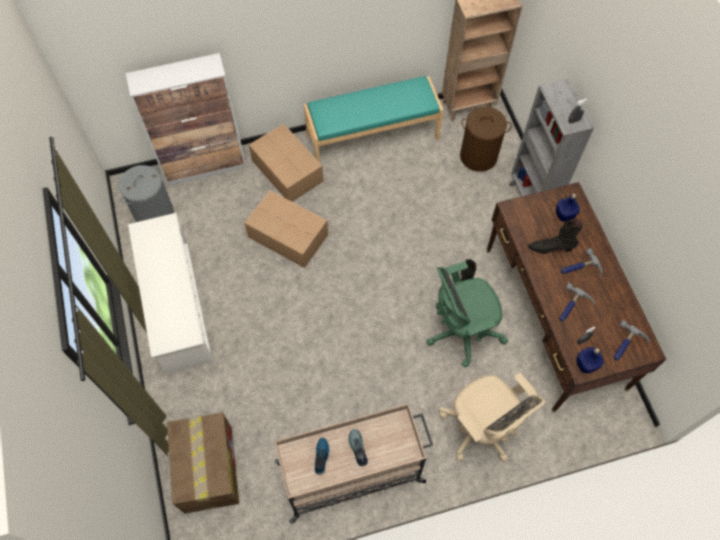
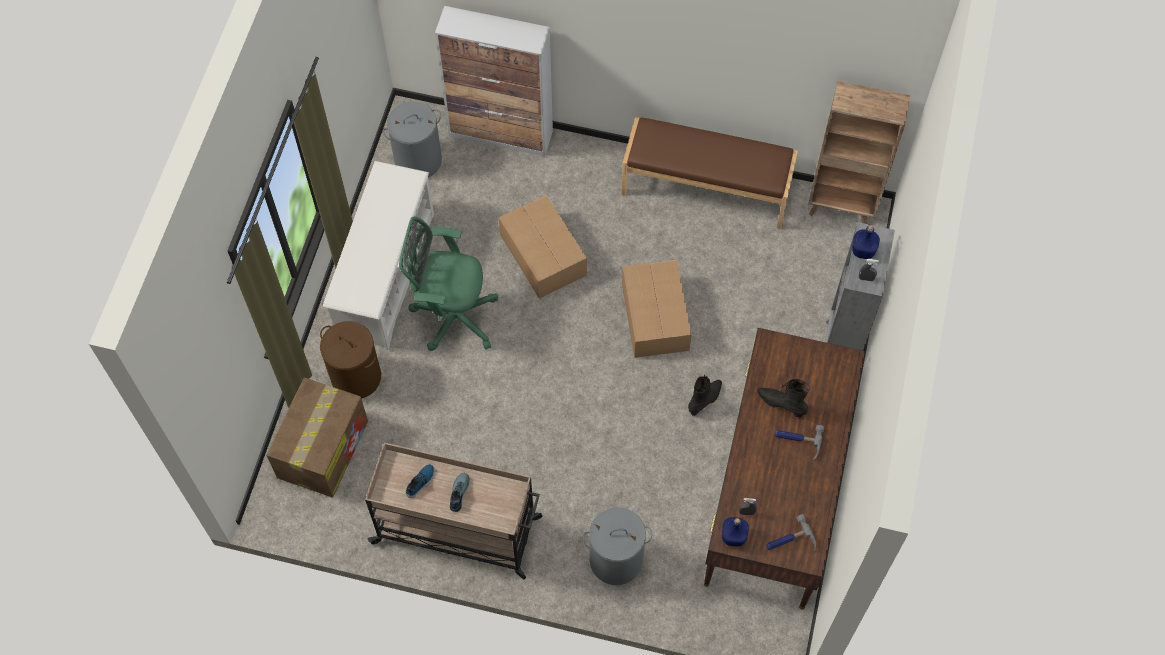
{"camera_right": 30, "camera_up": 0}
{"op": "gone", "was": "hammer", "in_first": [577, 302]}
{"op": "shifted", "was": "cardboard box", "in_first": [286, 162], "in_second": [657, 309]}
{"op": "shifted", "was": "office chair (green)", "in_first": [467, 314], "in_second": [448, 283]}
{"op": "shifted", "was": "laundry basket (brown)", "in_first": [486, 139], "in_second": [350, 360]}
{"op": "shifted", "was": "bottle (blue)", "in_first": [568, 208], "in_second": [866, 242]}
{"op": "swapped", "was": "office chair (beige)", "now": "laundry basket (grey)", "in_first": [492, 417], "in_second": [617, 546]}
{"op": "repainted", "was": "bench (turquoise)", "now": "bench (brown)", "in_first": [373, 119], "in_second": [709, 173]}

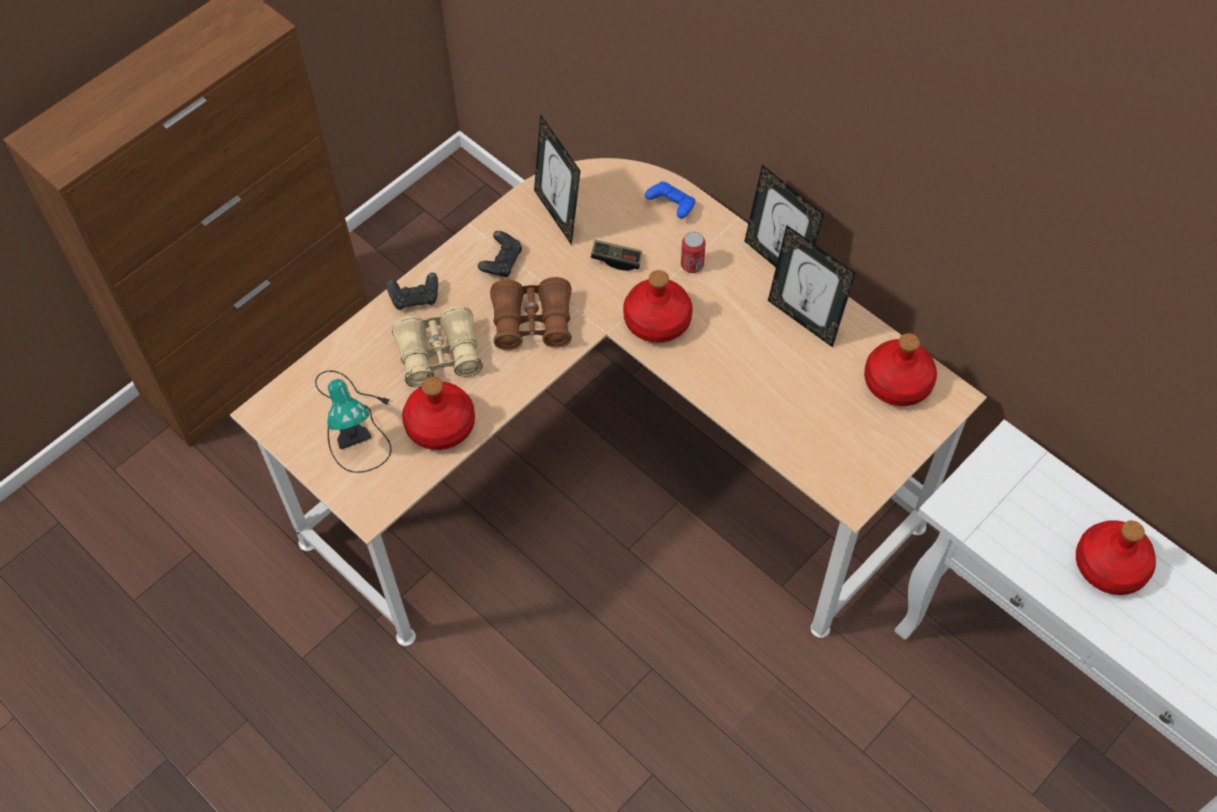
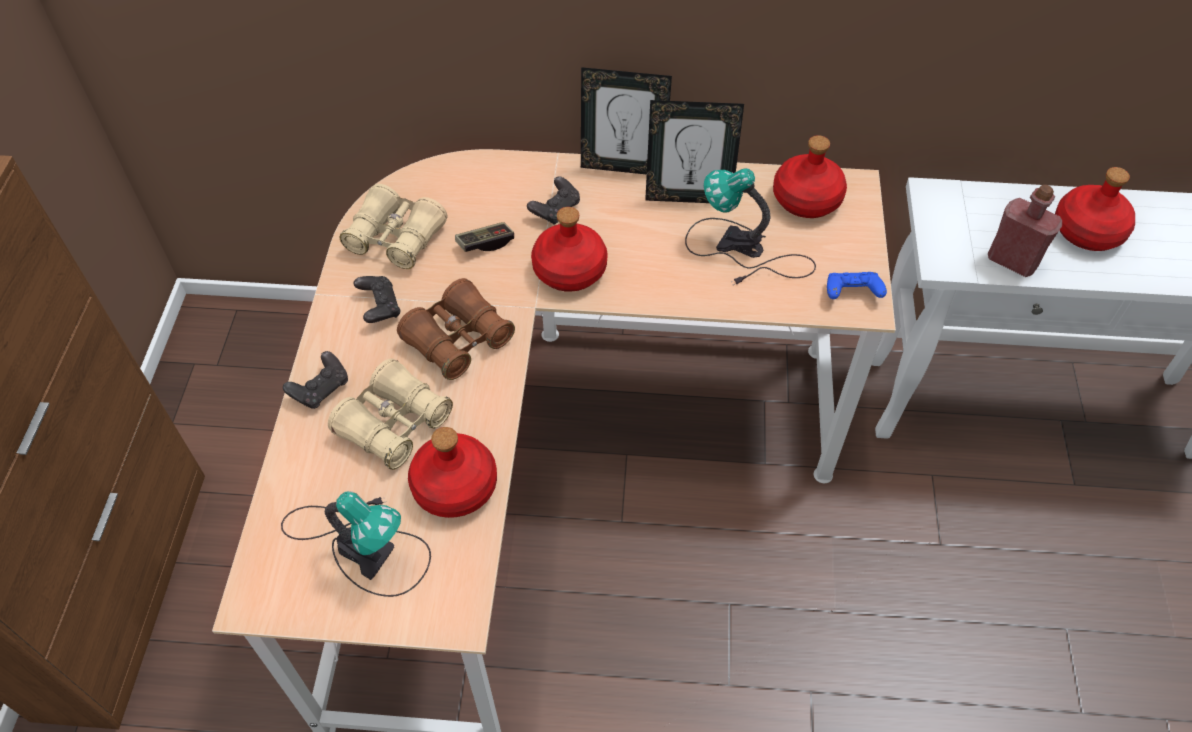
{"camera_right": -40, "camera_up": -5}
{"op": "new", "now": "table lamp", "in_second": [750, 226]}
{"op": "new", "now": "bottle (red)", "in_second": [1025, 231]}
{"op": "shifted", "was": "game controller (blue)", "in_first": [670, 200], "in_second": [857, 285]}
{"op": "swapped", "was": "picture frame", "now": "binoculars (beige)", "in_first": [557, 179], "in_second": [393, 226]}
{"op": "swapped", "was": "can", "now": "game controller (black)", "in_first": [693, 252], "in_second": [553, 200]}

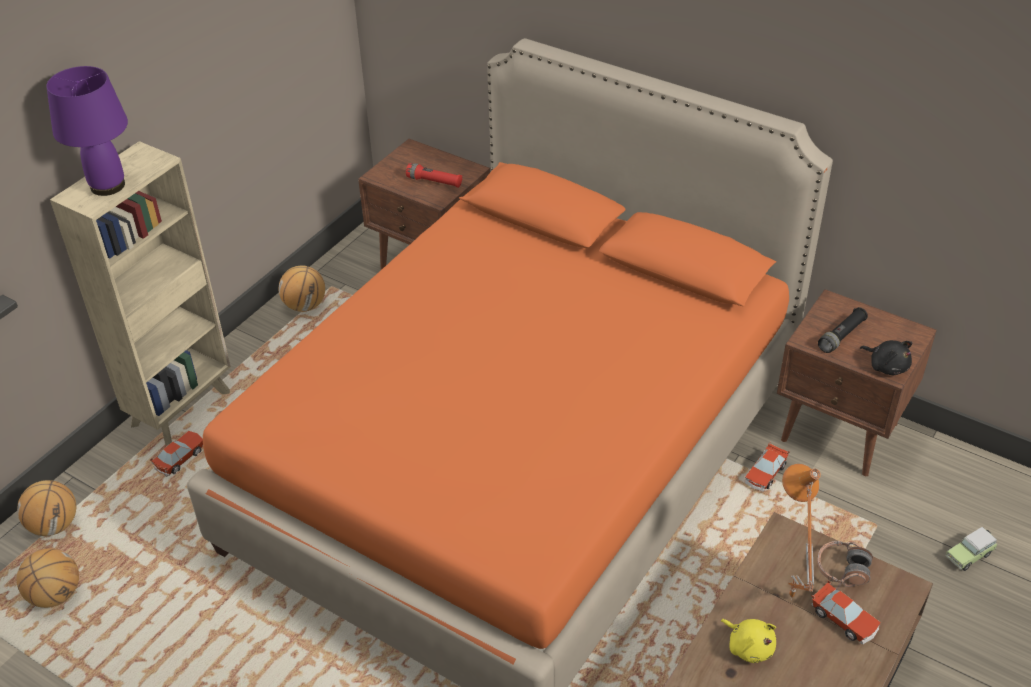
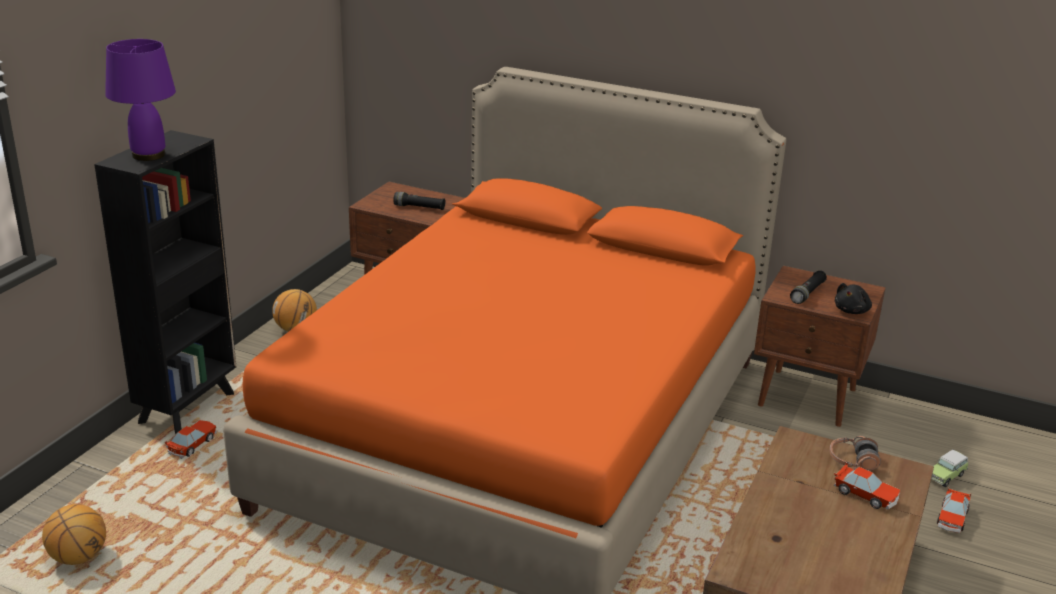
{"camera_right": -10, "camera_up": -15}
{"op": "gone", "was": "basketball", "in_first": [46, 508]}
{"op": "gone", "was": "plush toy (yellow)", "in_first": [748, 641]}
{"op": "gone", "was": "table lamp (orange)", "in_first": [801, 532]}
{"op": "shifted", "was": "toy car", "in_first": [767, 467], "in_second": [954, 510]}
{"op": "repainted", "was": "bookcase (beige)", "now": "bookcase (black)", "in_first": [140, 293], "in_second": [165, 282]}
{"op": "repainted", "was": "flashlight (red)", "now": "flashlight (black)", "in_first": [434, 175], "in_second": [419, 201]}
{"op": "rotated", "was": "plush toy (black)", "in_first": [886, 357], "in_second": [853, 298], "clockwise": 90}

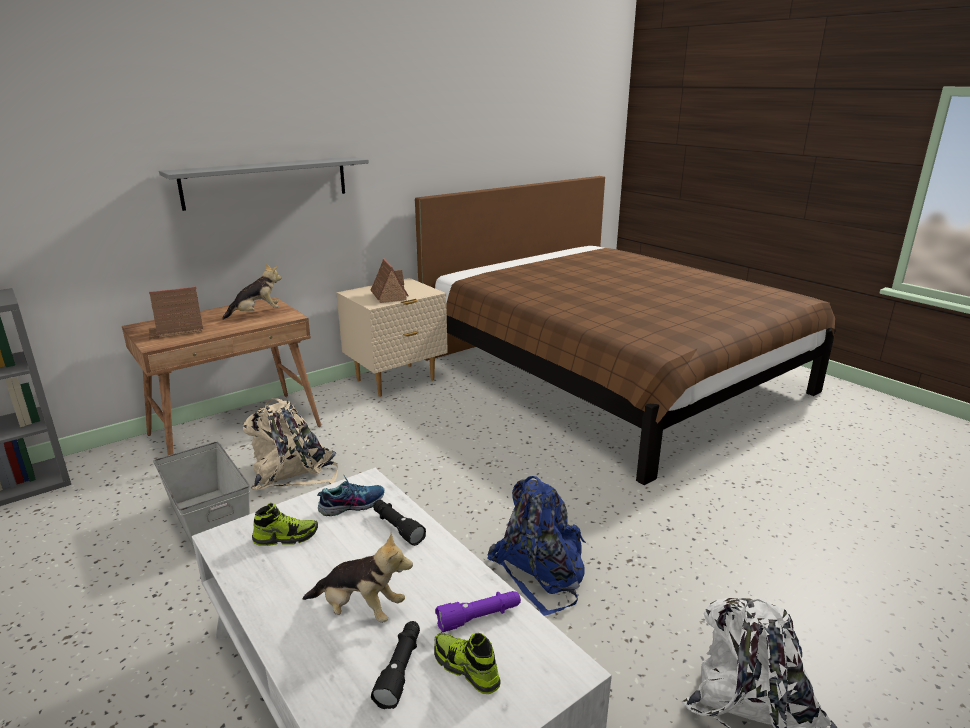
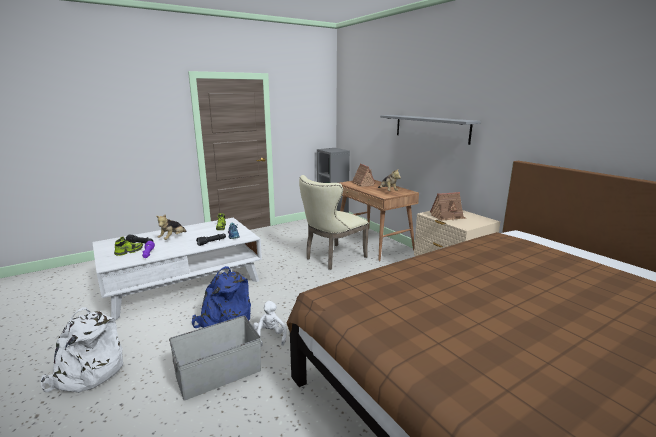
{"camera_right": 95, "camera_up": -5}
{"op": "new", "now": "plush toy (white)", "in_second": [270, 324]}
{"op": "shifted", "was": "storage box (grey)", "in_first": [201, 495], "in_second": [215, 358]}
{"op": "swapped", "was": "backpack (beige)", "now": "chair (beige)", "in_first": [290, 444], "in_second": [334, 222]}

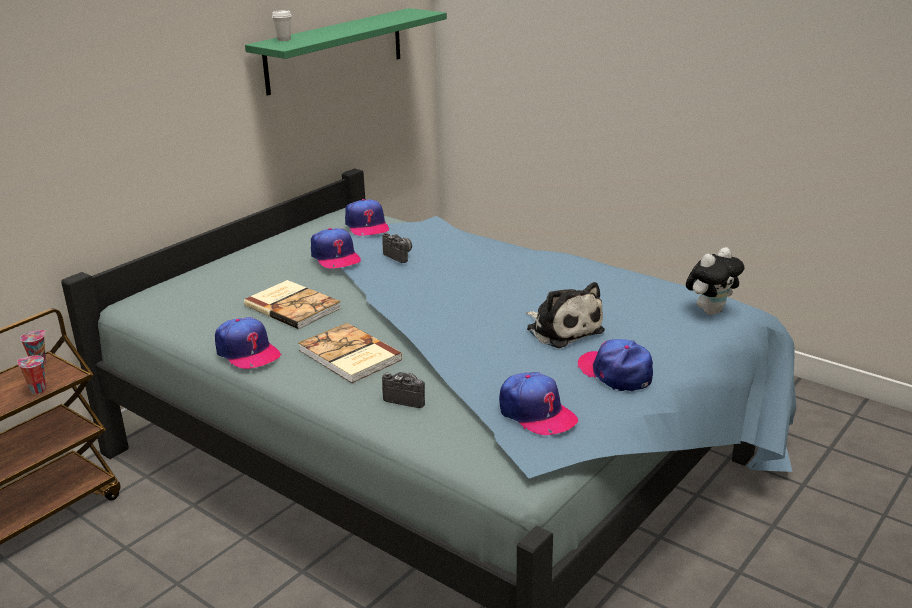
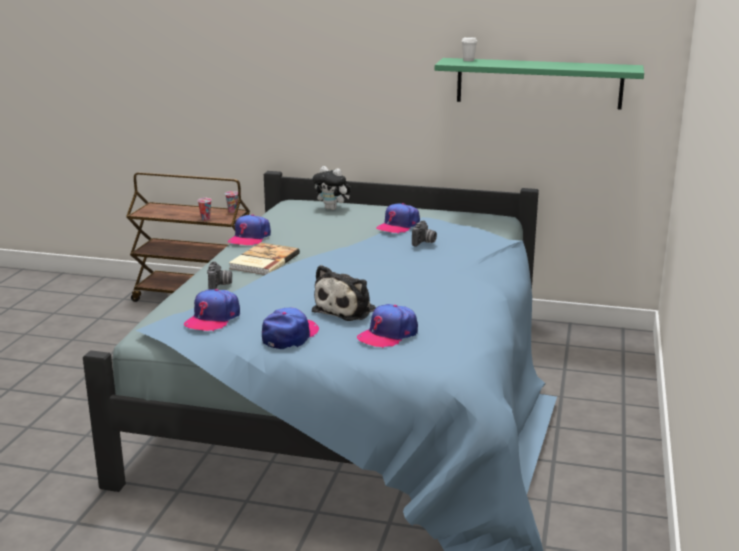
{"camera_right": 65, "camera_up": -5}
{"op": "gone", "was": "book", "in_first": [292, 304]}
{"op": "shifted", "was": "cap", "in_first": [367, 217], "in_second": [387, 326]}
{"op": "shifted", "was": "plush toy", "in_first": [715, 281], "in_second": [331, 188]}

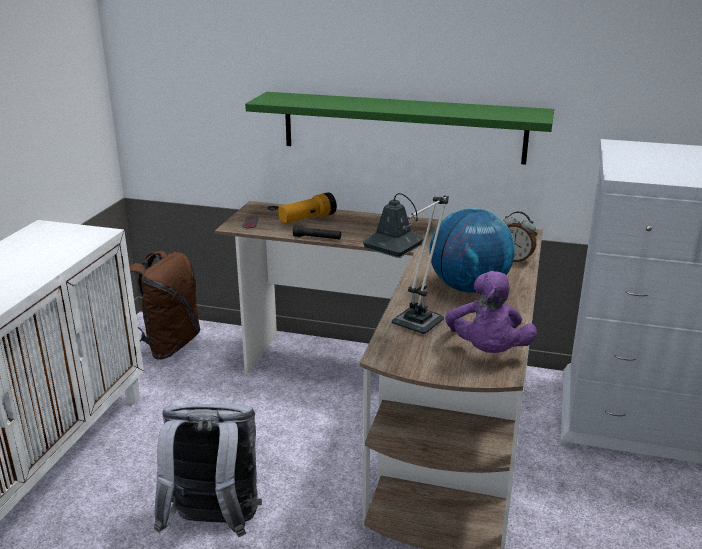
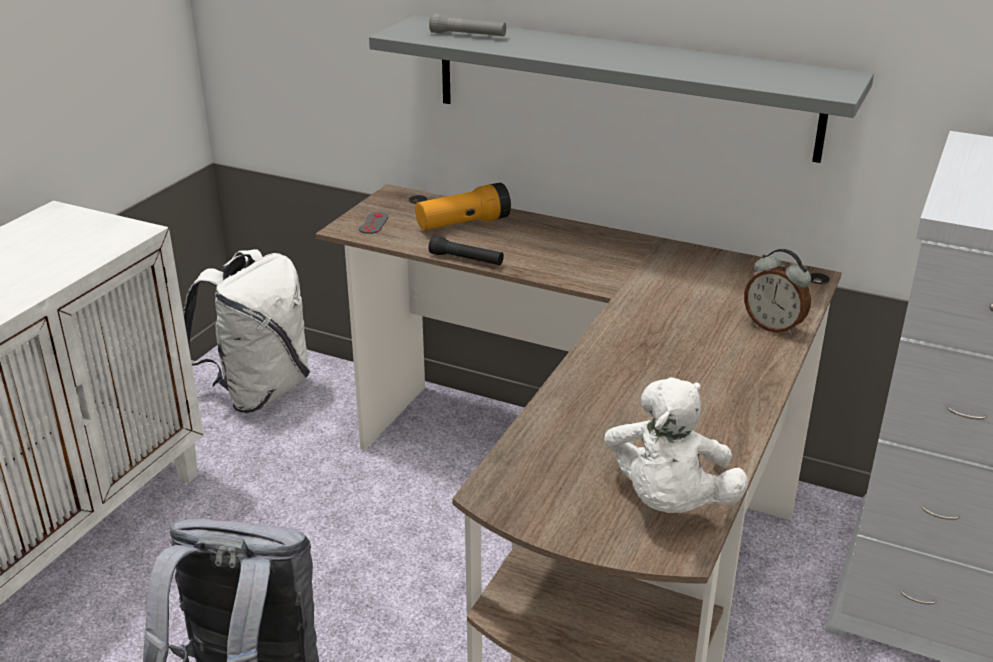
{"camera_right": 10, "camera_up": 5}
{"op": "gone", "was": "table lamp", "in_first": [406, 263]}
{"op": "gone", "was": "globe", "in_first": [472, 250]}
{"op": "new", "now": "flashlight (grey)", "in_second": [467, 25]}
{"op": "repainted", "was": "backpack (brown)", "now": "backpack (white)", "in_first": [165, 305], "in_second": [246, 331]}
{"op": "repainted", "was": "shelf (green)", "now": "shelf (grey)", "in_first": [399, 128], "in_second": [621, 89]}
{"op": "repainted", "was": "plush toy (purple)", "now": "plush toy (white)", "in_first": [491, 312], "in_second": [676, 445]}

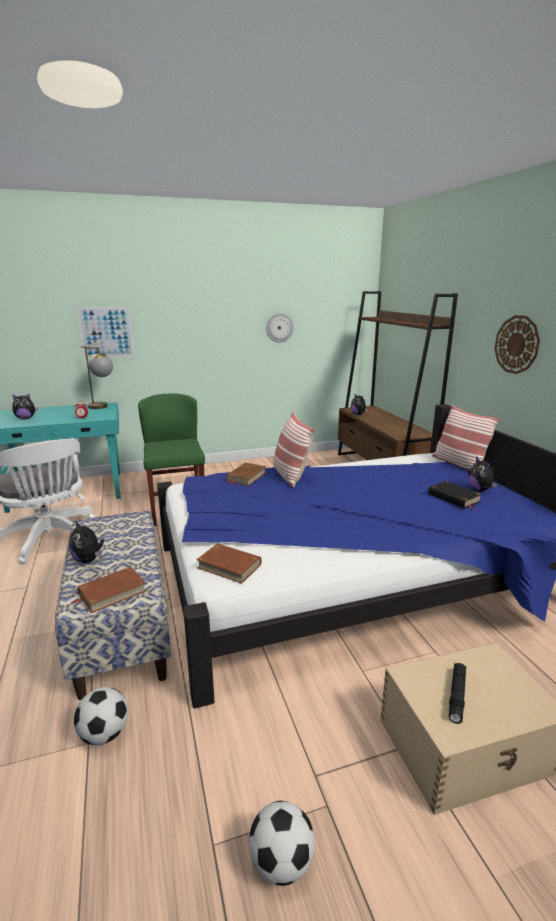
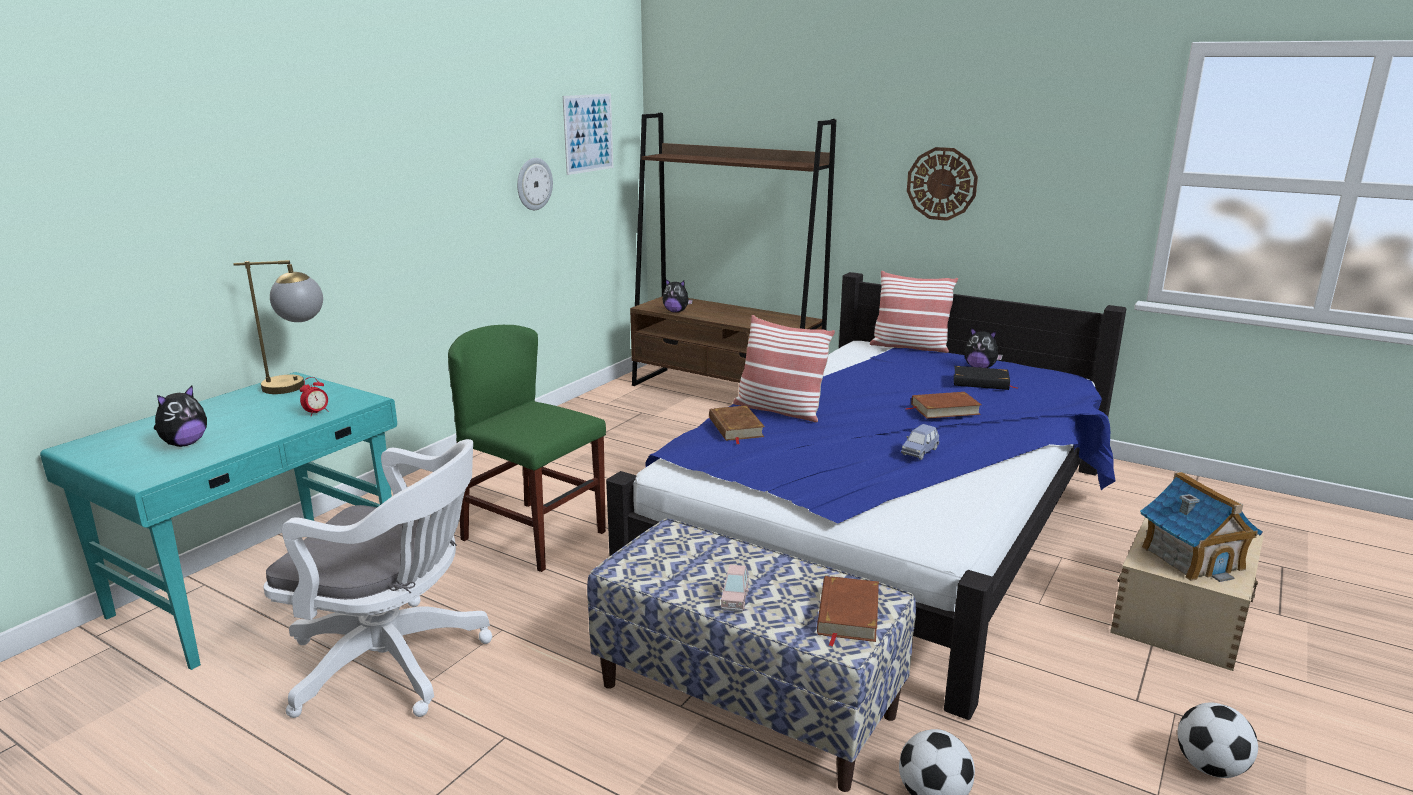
{"camera_right": -40, "camera_up": 0}
{"op": "new", "now": "toy car (blue)", "in_second": [920, 442]}
{"op": "shifted", "was": "picture", "in_first": [106, 333], "in_second": [588, 134]}
{"op": "shifted", "was": "book (brown)", "in_first": [228, 564], "in_second": [943, 405]}
{"op": "swapped", "was": "plush toy", "now": "toy car (pink)", "in_first": [86, 541], "in_second": [734, 588]}
{"op": "swapped", "was": "flashlight (black)", "now": "toy house", "in_first": [457, 693], "in_second": [1201, 527]}

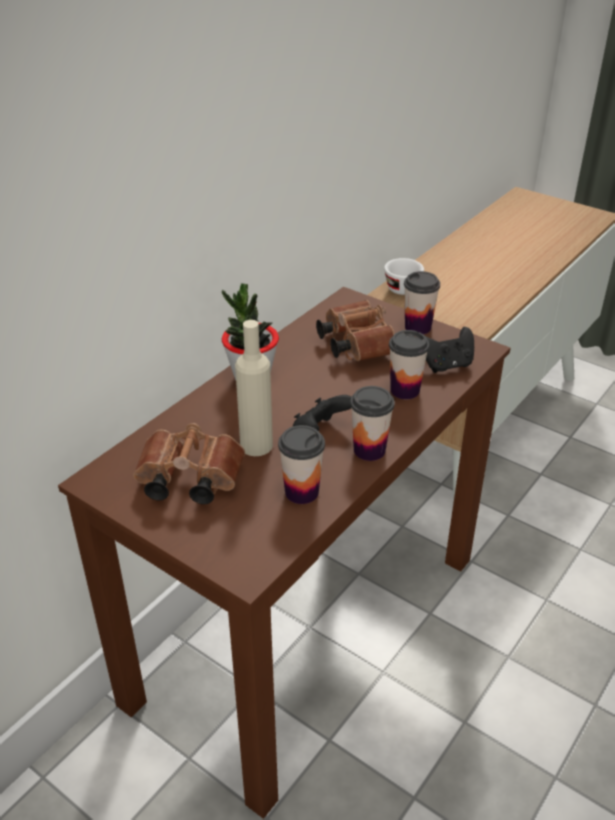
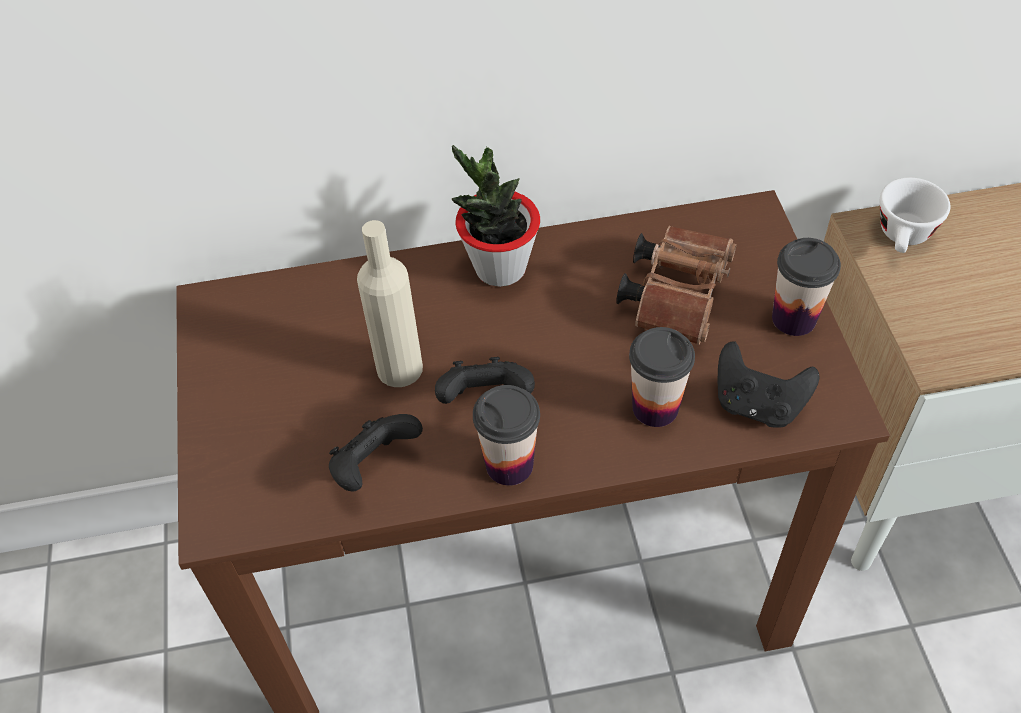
{"camera_right": 45, "camera_up": 15}
{"op": "gone", "was": "binoculars (brown)", "in_first": [189, 463]}
{"op": "swapped", "was": "cup", "now": "game controller (black)", "in_first": [301, 464], "in_second": [376, 453]}

